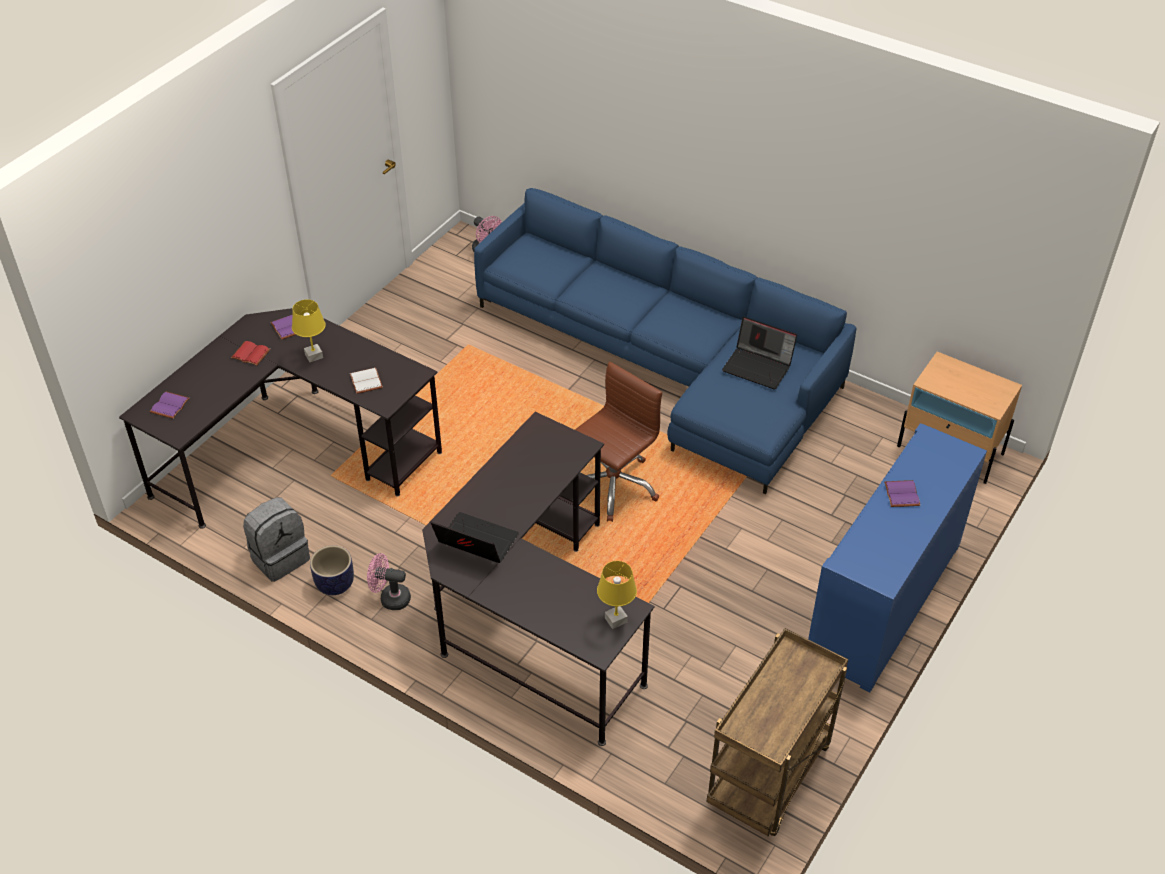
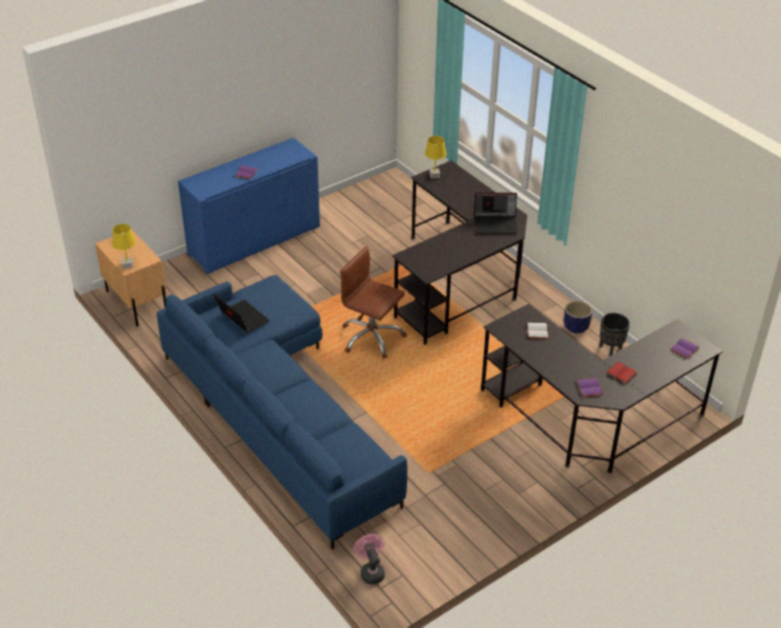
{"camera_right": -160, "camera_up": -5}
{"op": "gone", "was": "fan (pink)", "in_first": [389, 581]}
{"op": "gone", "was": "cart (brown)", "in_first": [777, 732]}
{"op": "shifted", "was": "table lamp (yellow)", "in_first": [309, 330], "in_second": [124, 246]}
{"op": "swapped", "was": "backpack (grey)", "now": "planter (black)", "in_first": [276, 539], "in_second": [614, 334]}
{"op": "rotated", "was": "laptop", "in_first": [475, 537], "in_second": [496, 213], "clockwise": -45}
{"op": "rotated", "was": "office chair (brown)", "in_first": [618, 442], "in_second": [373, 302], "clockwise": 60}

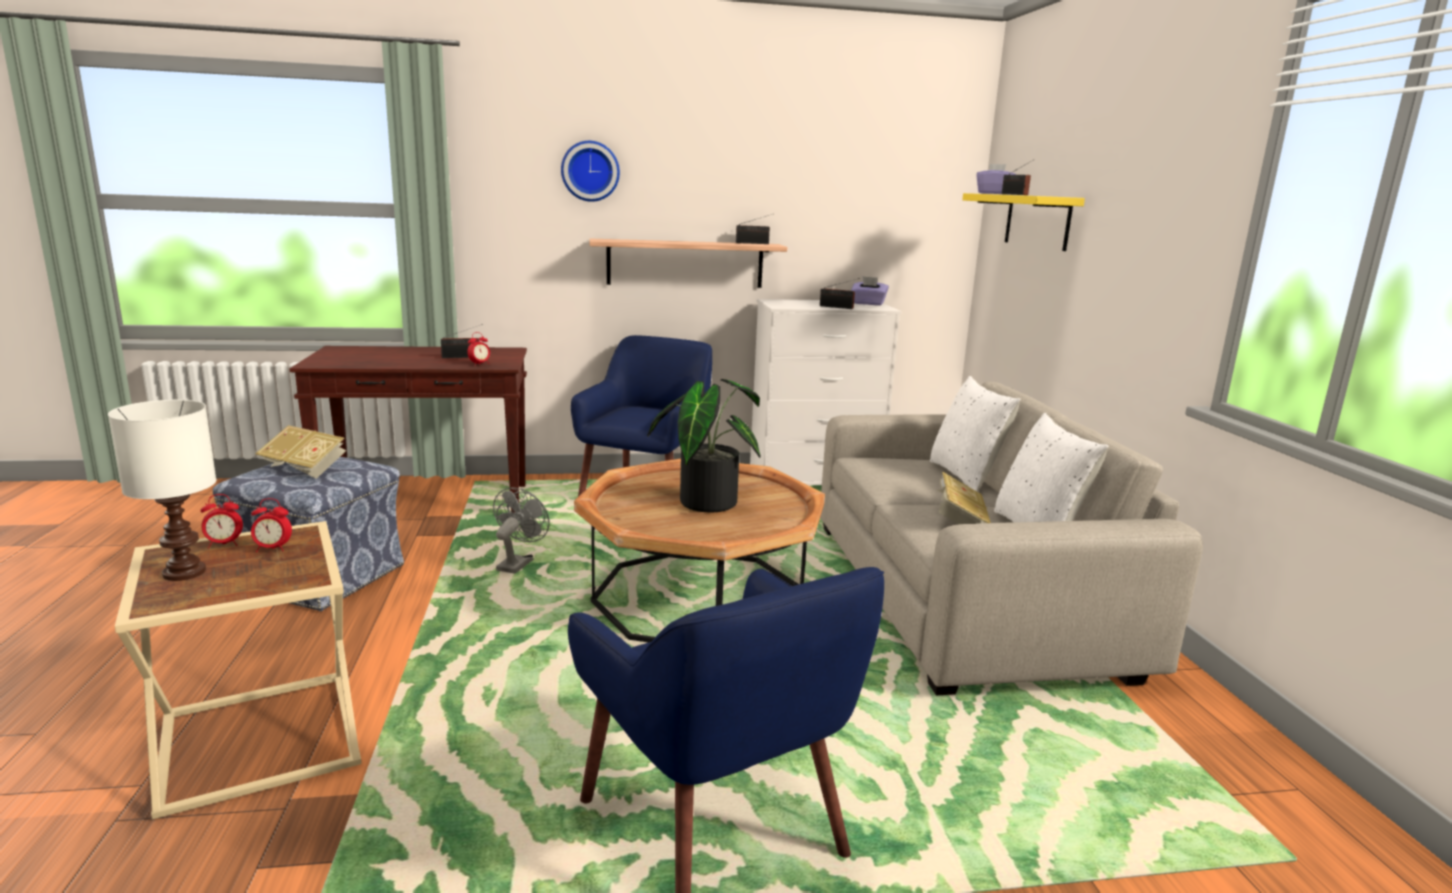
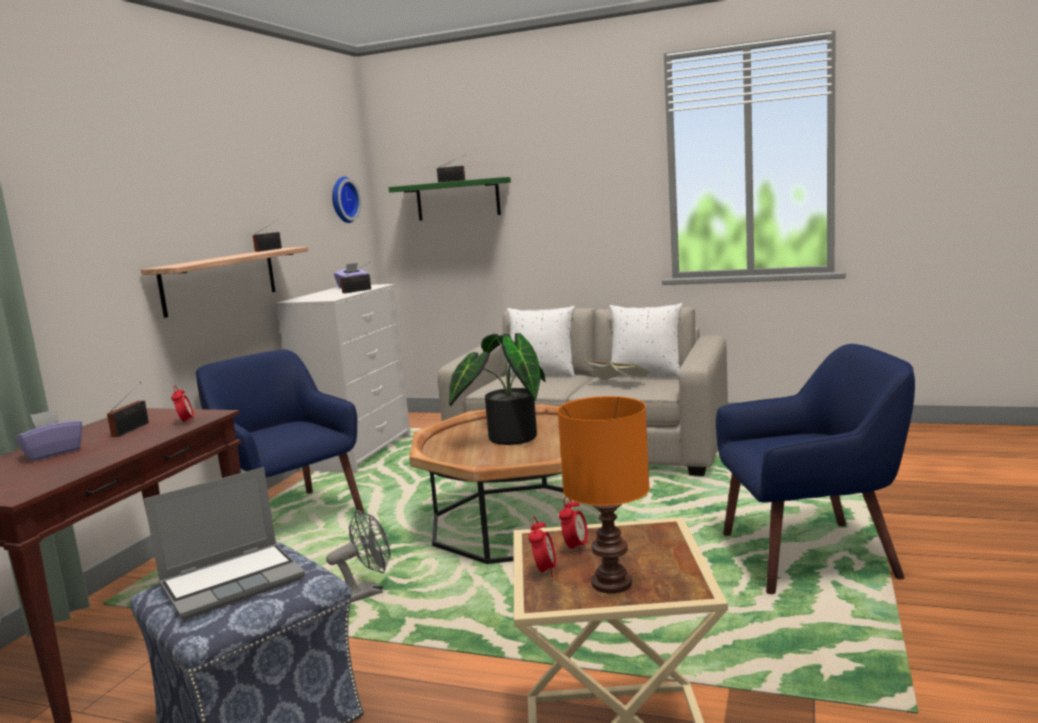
{"camera_right": -60, "camera_up": -5}
{"op": "shifted", "was": "wall clock", "in_first": [590, 171], "in_second": [346, 200]}
{"op": "shifted", "was": "tissue box (purple)", "in_first": [996, 179], "in_second": [48, 435]}
{"op": "swapped", "was": "book", "now": "laptop", "in_first": [300, 452], "in_second": [224, 543]}
{"op": "repainted", "was": "table lamp (white)", "now": "table lamp (orange)", "in_first": [162, 490], "in_second": [603, 495]}
{"op": "repainted", "was": "shelf (yellow)", "now": "shelf (green)", "in_first": [1023, 222], "in_second": [450, 199]}
{"op": "rotated", "was": "fan (grey)", "in_first": [521, 531], "in_second": [358, 556], "clockwise": 105}

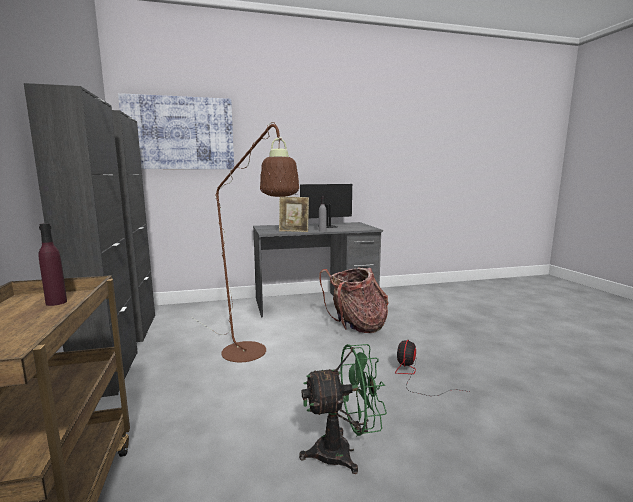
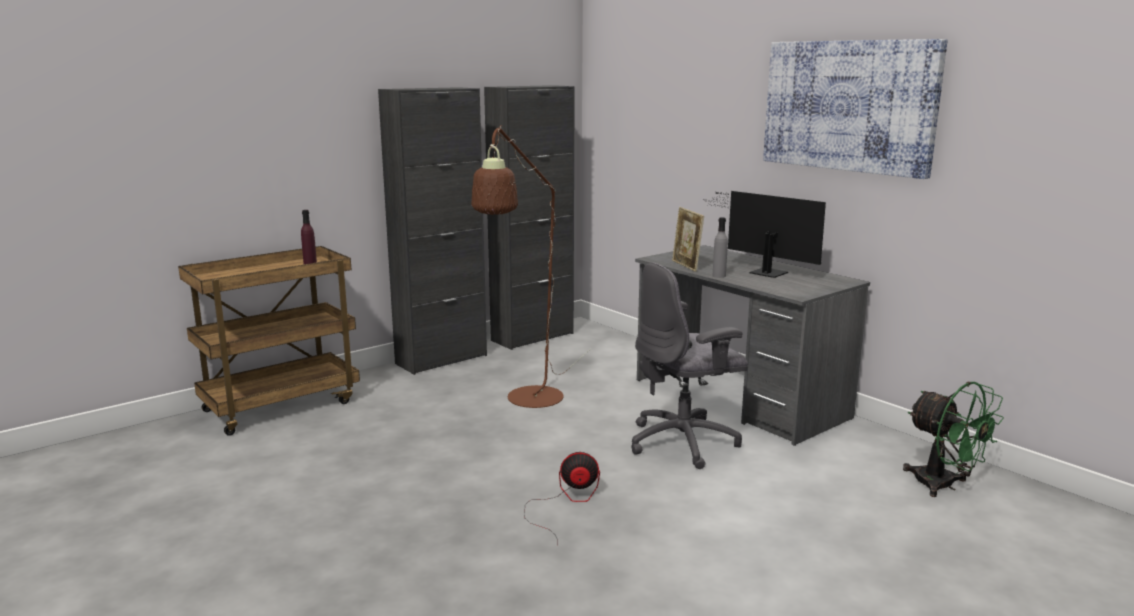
{"camera_right": 65, "camera_up": 5}
{"op": "shifted", "was": "picture", "in_first": [176, 131], "in_second": [855, 109]}
{"op": "shifted", "was": "fan (green)", "in_first": [343, 409], "in_second": [953, 439]}
{"op": "swapped", "was": "backpack", "now": "office chair (grey)", "in_first": [354, 300], "in_second": [689, 365]}

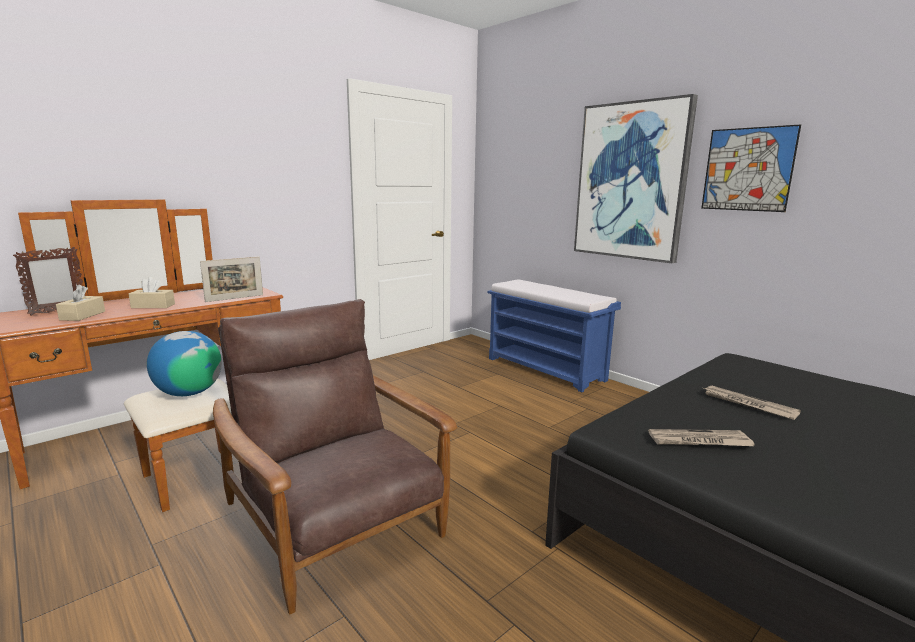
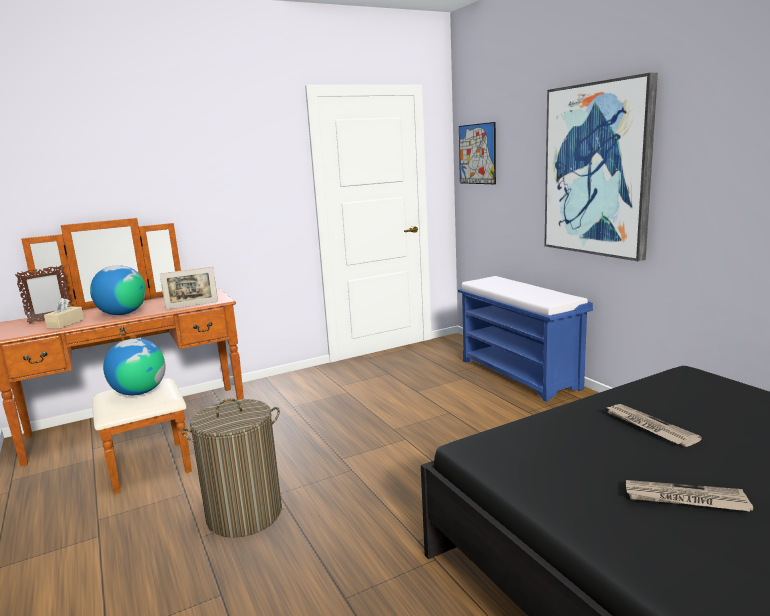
{"camera_right": 15, "camera_up": 0}
{"op": "shifted", "was": "newspaper", "in_first": [701, 437], "in_second": [689, 496]}
{"op": "shifted", "was": "picture", "in_first": [751, 168], "in_second": [477, 153]}
{"op": "swapped", "was": "tissue box (beige)", "now": "globe", "in_first": [152, 292], "in_second": [118, 290]}
{"op": "swapped", "was": "armchair (brown)", "now": "laundry basket", "in_first": [335, 456], "in_second": [231, 468]}

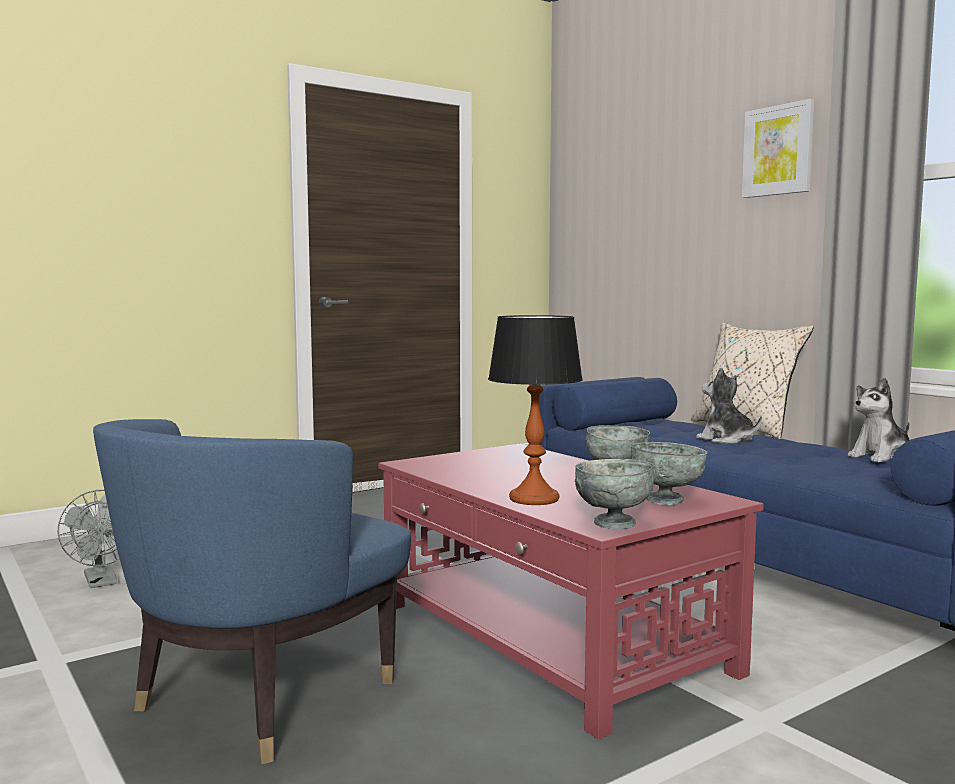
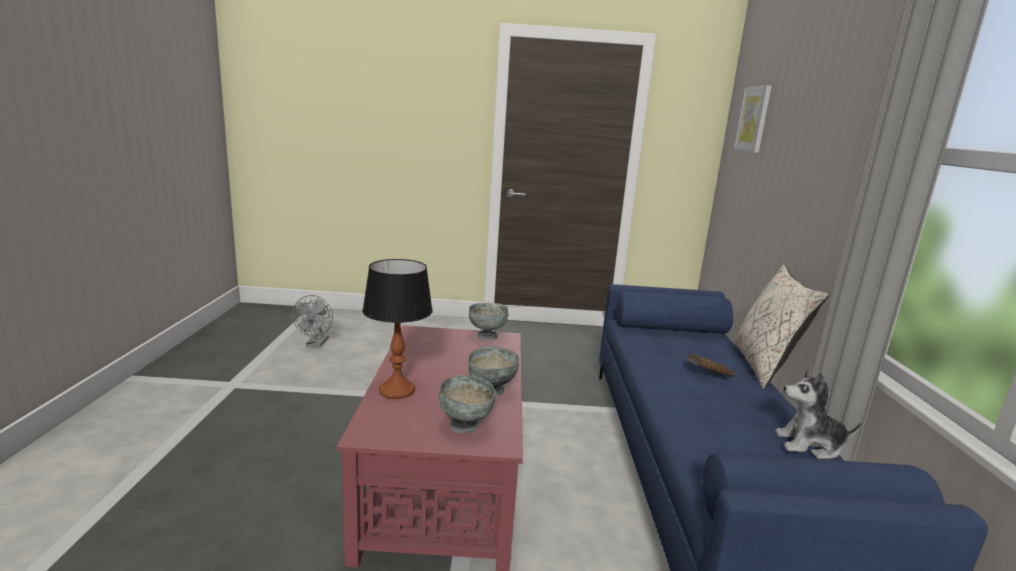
{"camera_right": 35, "camera_up": 10}
{"op": "gone", "was": "armchair (blue)", "in_first": [252, 591]}
{"op": "shifted", "was": "bowl (grey)", "in_first": [614, 494], "in_second": [488, 321]}
{"op": "shifted", "was": "picture", "in_first": [778, 148], "in_second": [753, 119]}
{"op": "swapped", "was": "plush toy", "now": "book (brown)", "in_first": [729, 405], "in_second": [711, 365]}

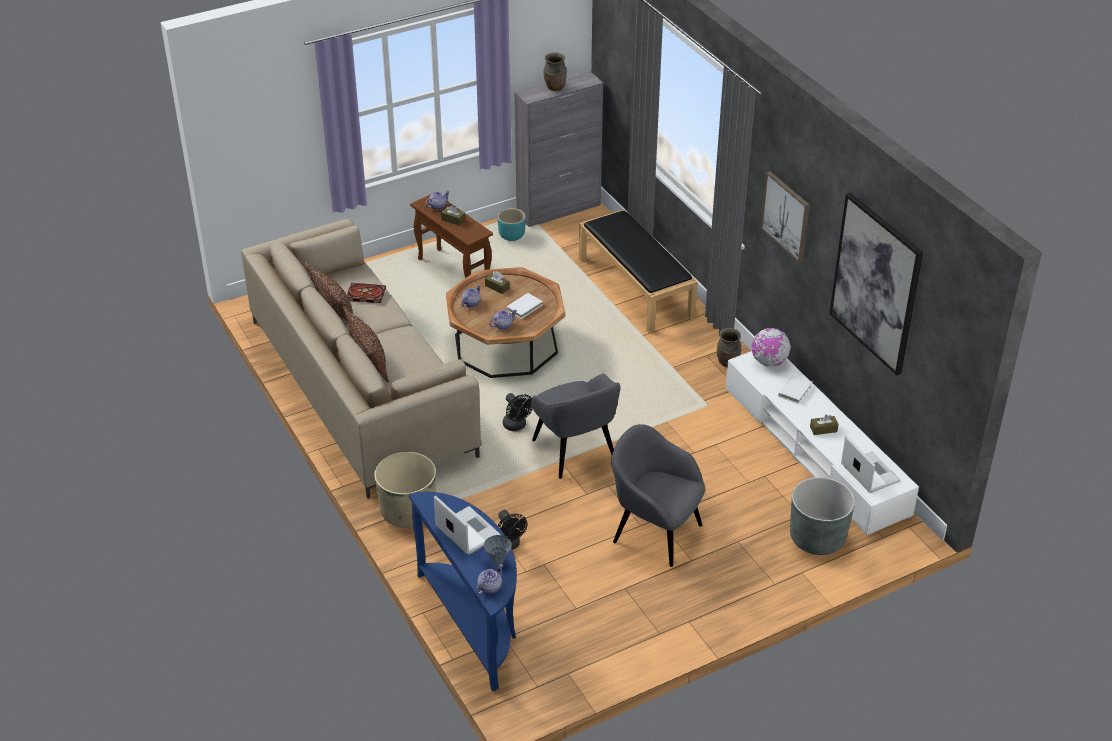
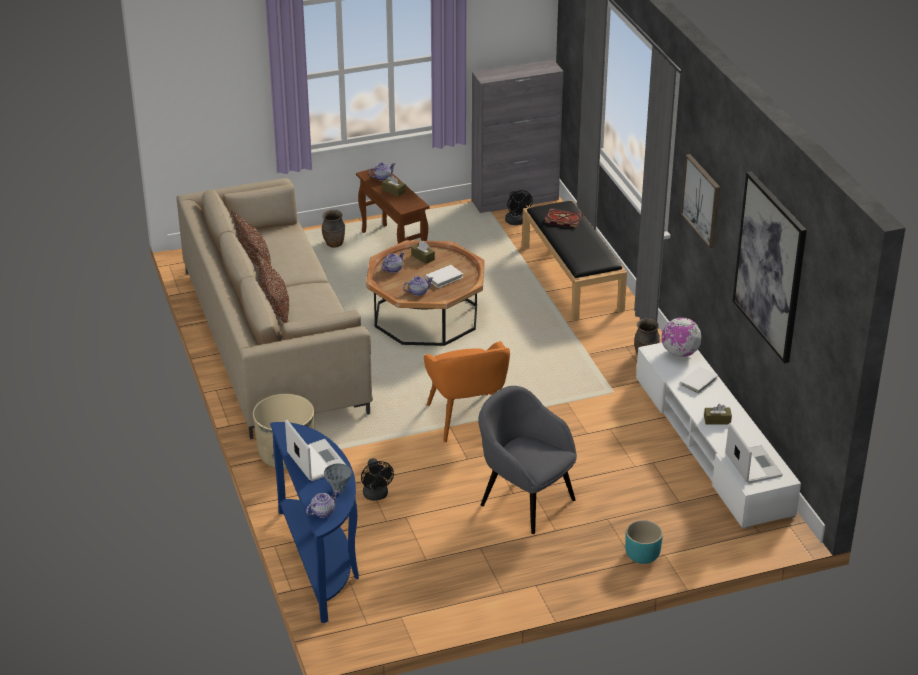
{"camera_right": 10, "camera_up": -5}
{"op": "gone", "was": "planter (grey)", "in_first": [822, 516]}
{"op": "shifted", "was": "book", "in_first": [366, 293], "in_second": [563, 218]}
{"op": "shifted", "was": "planter (turquoise)", "in_first": [512, 224], "in_second": [644, 542]}
{"op": "shifted", "was": "fan (black)", "in_first": [518, 412], "in_second": [519, 207]}
{"op": "shifted", "was": "vase (brown)", "in_first": [555, 71], "in_second": [333, 228]}
{"op": "repainted", "was": "armchair (grey)", "now": "armchair (orange)", "in_first": [576, 426], "in_second": [467, 391]}

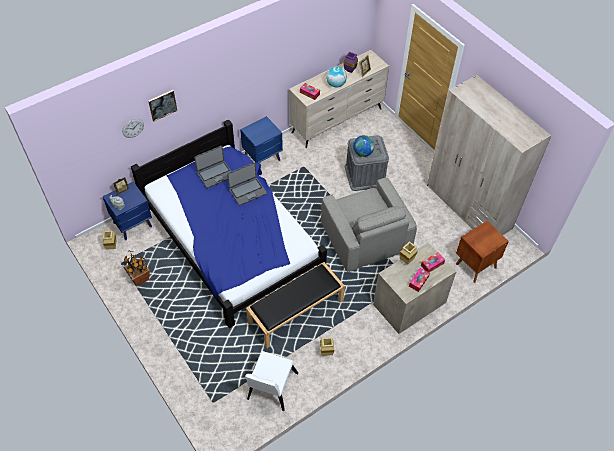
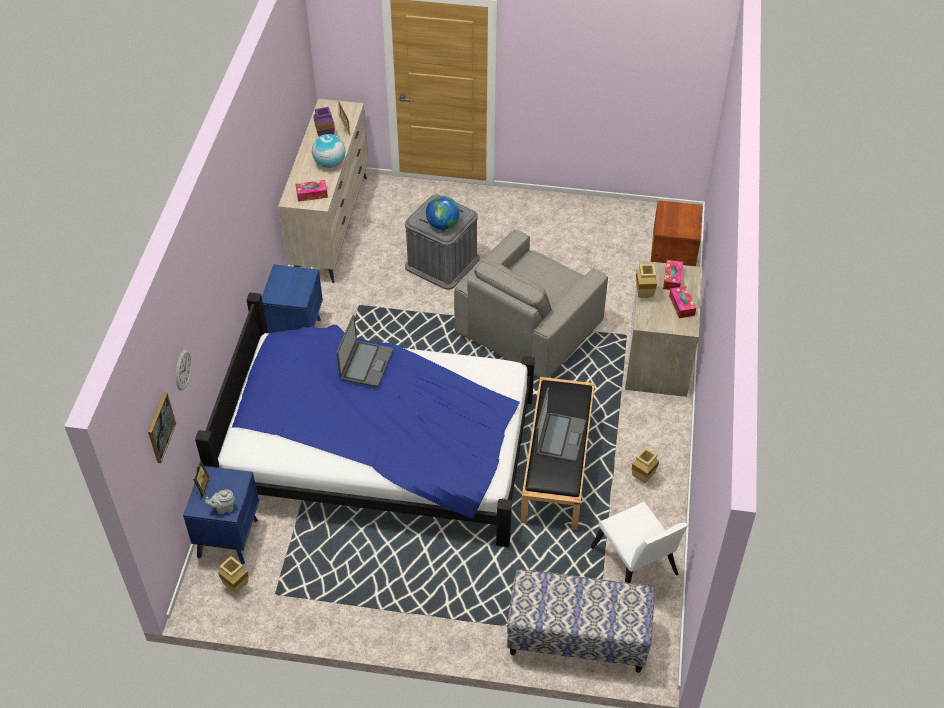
{"camera_right": -45, "camera_up": -5}
{"op": "gone", "was": "potted plant", "in_first": [137, 268]}
{"op": "gone", "was": "wardrobe (beige)", "in_first": [489, 155]}
{"op": "new", "now": "bench", "in_second": [580, 621]}
{"op": "shifted", "was": "picture", "in_first": [162, 106], "in_second": [162, 427]}
{"op": "shifted", "was": "laptop", "in_first": [213, 167], "in_second": [560, 425]}
{"op": "rotated", "was": "armchair (grey)", "in_first": [369, 225], "in_second": [531, 304], "clockwise": 105}

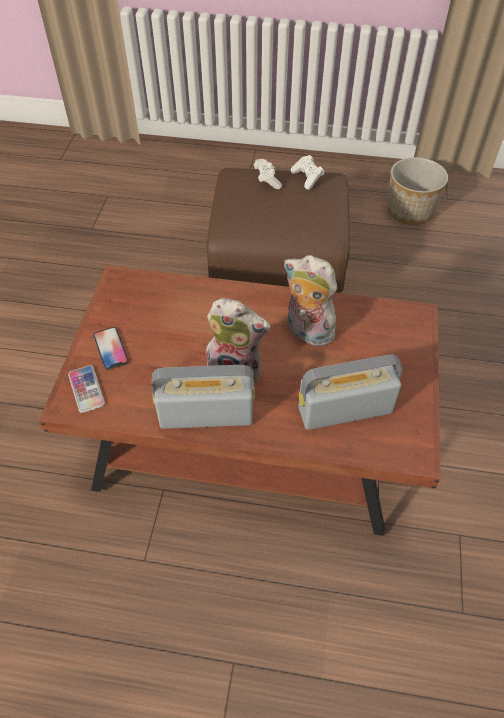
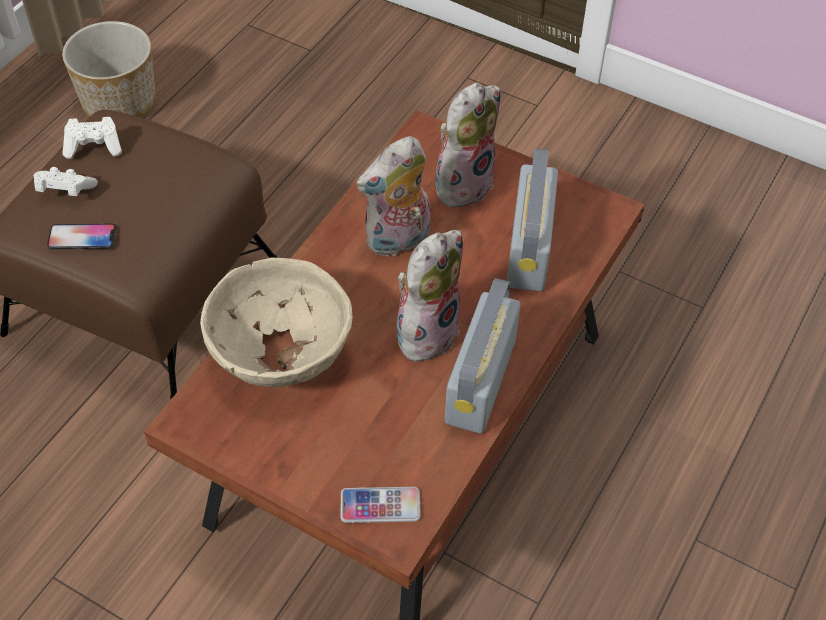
{"camera_right": -70, "camera_up": 0}
{"op": "new", "now": "bowl (beige)", "in_second": [276, 322]}
{"op": "new", "now": "plush toy", "in_second": [468, 145]}
{"op": "shifted", "was": "phone", "in_first": [111, 348], "in_second": [82, 236]}

